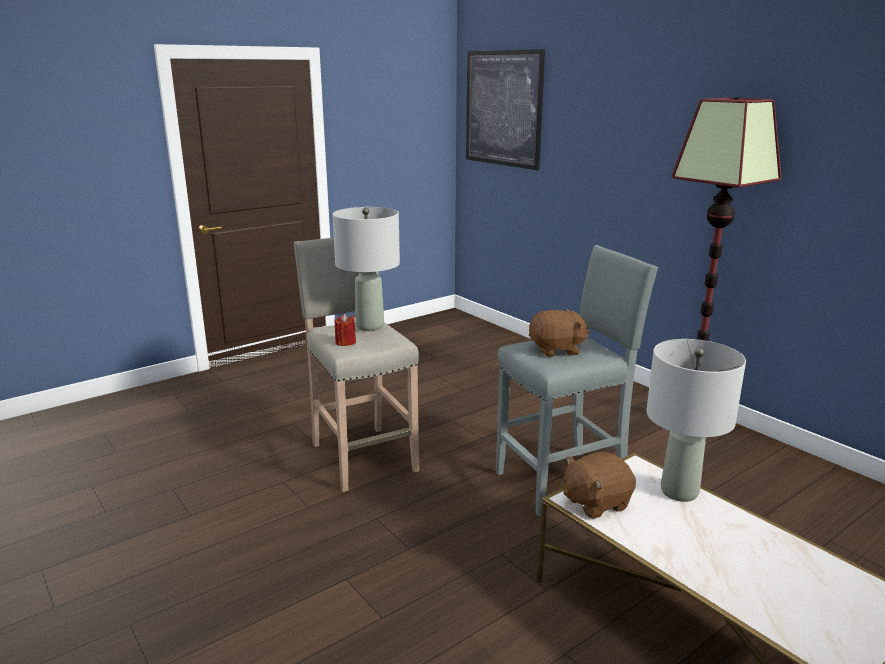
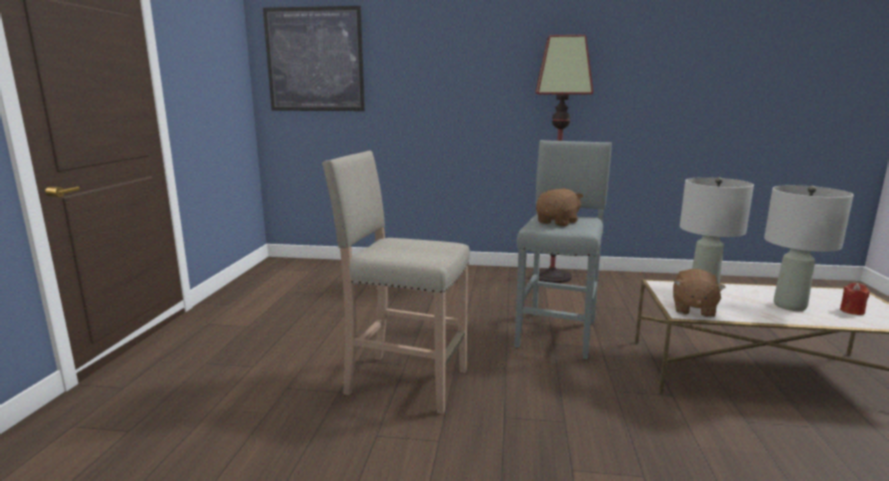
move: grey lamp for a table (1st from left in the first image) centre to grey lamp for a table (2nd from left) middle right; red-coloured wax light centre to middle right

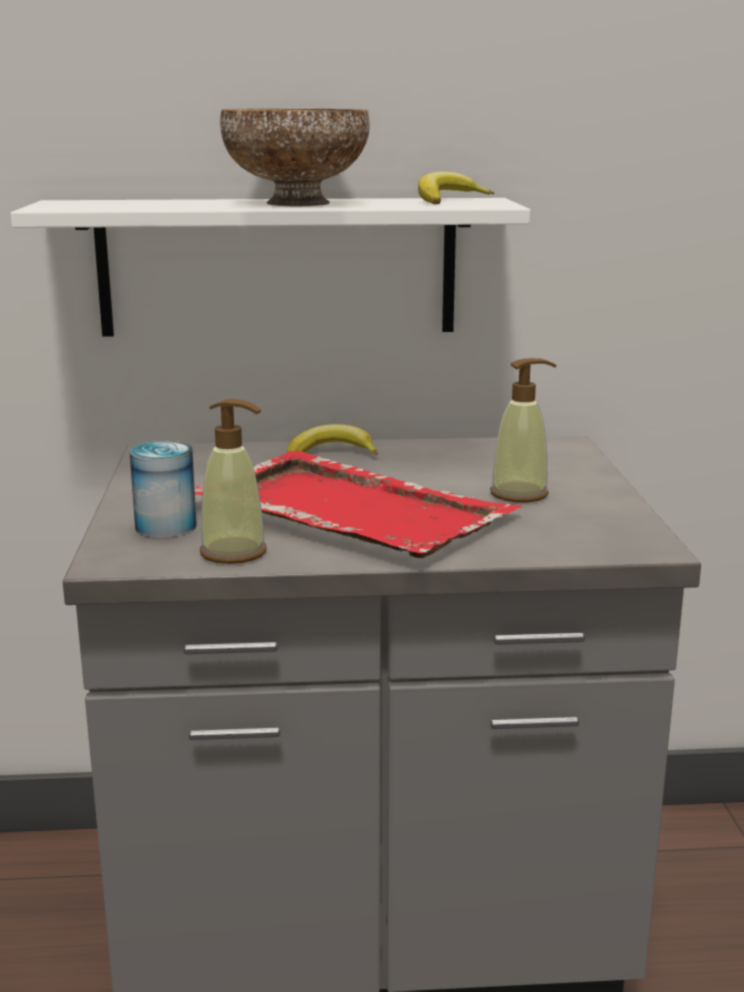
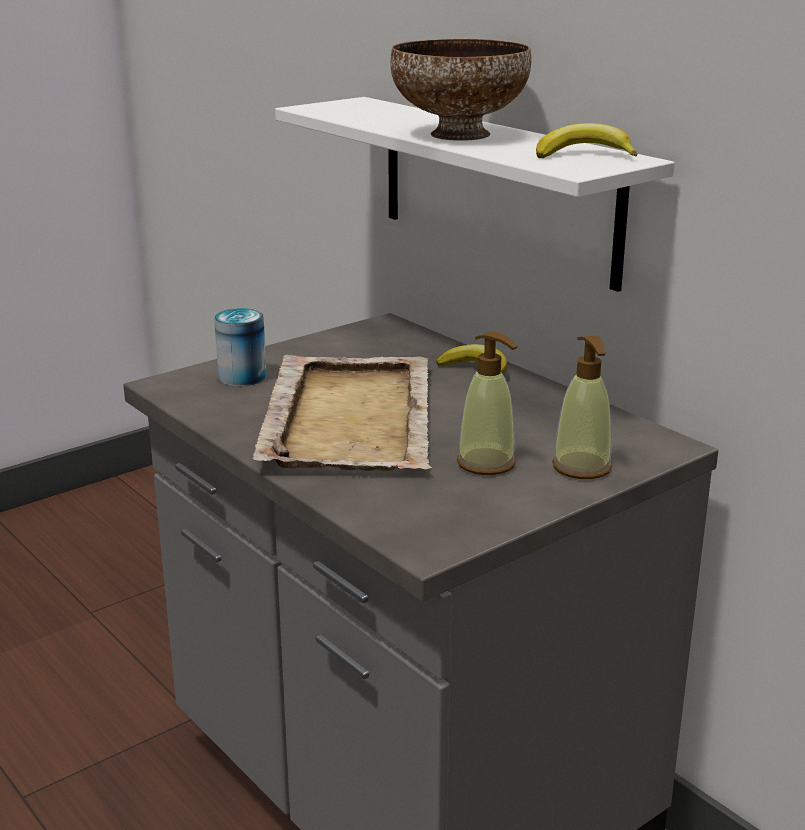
move: soap dispenser (1st from left in the first image) middle left to soap dispenser (2nd from left) middle right
recolor: red-coloured carrying tray centre to beige carrying tray centre

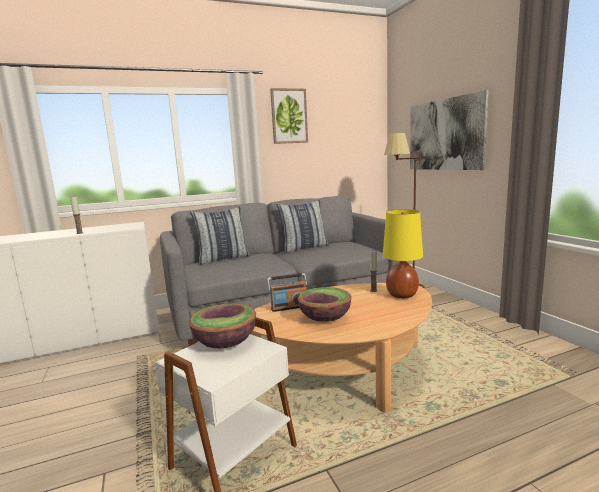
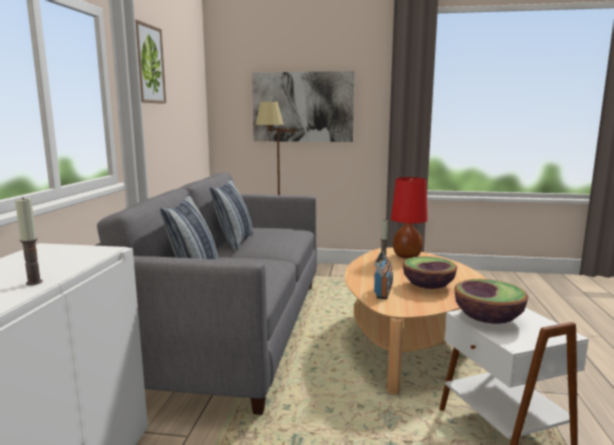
recolor: yellow lamp for a table middle right to red-coloured lamp for a table centre

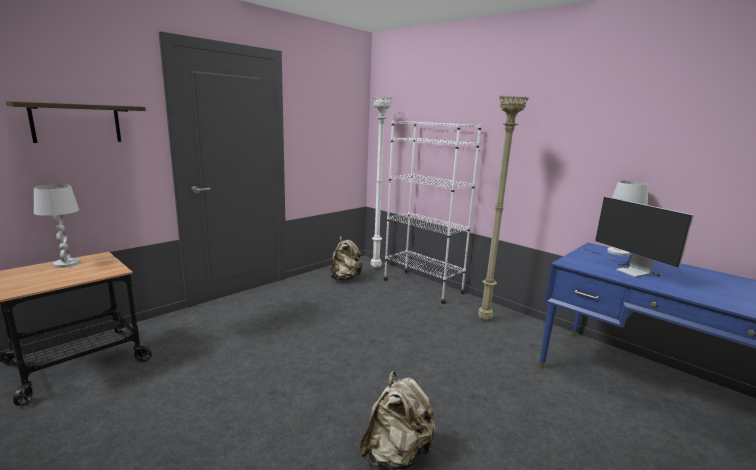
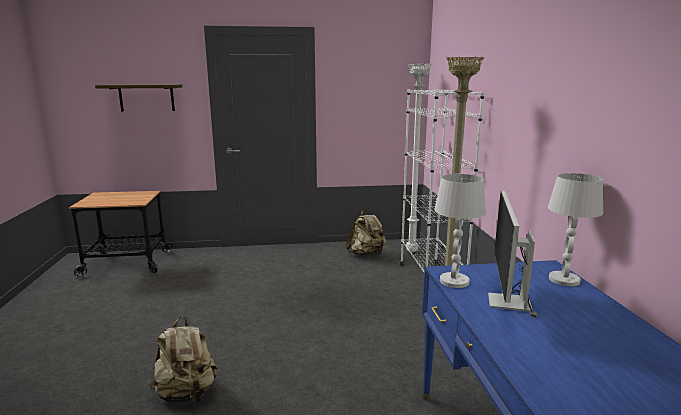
move: white lamp for a table (1st from left) middle left to middle right

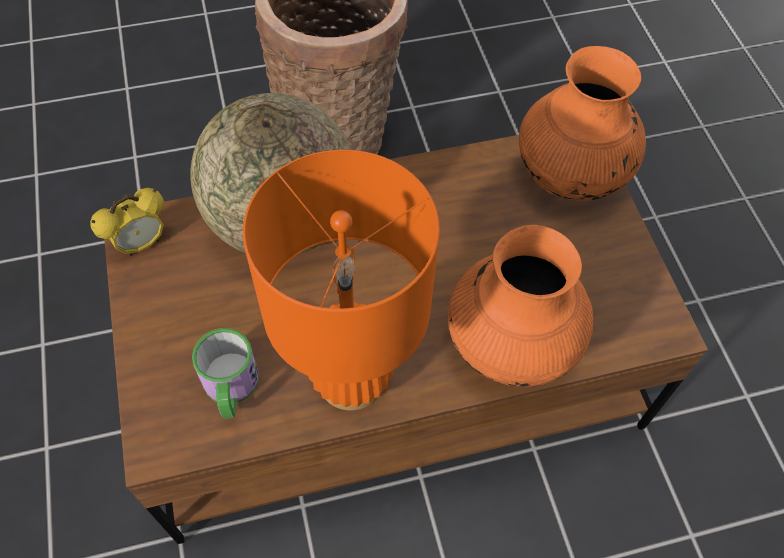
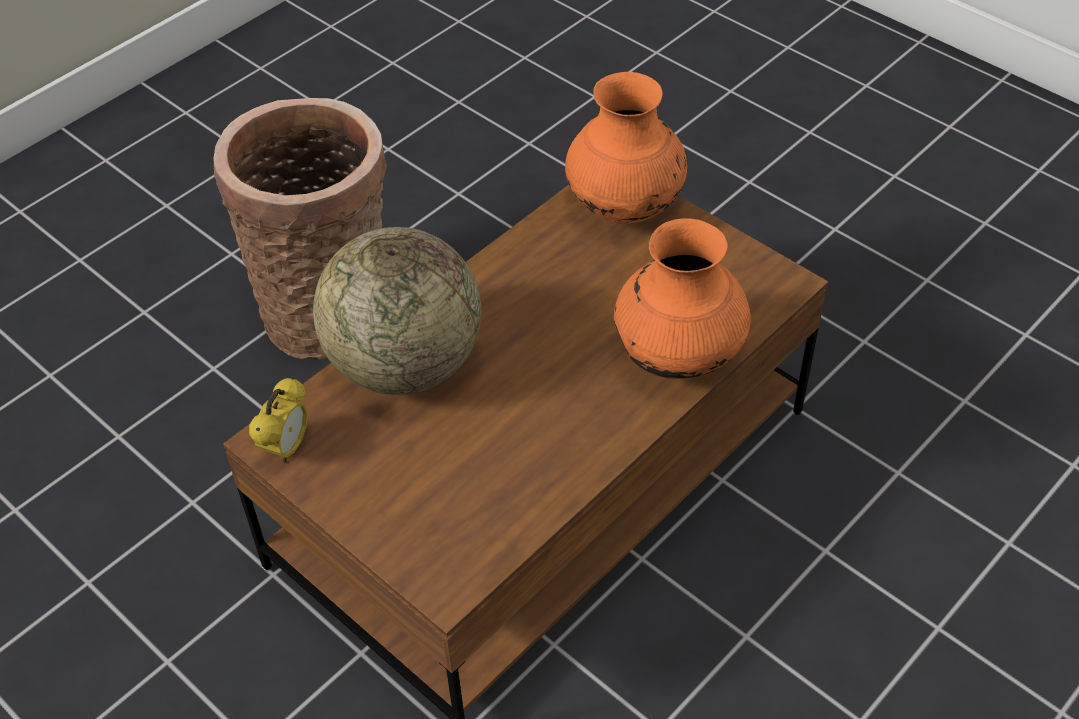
delete: tea mug bottom left; orangey lamp for a table centre

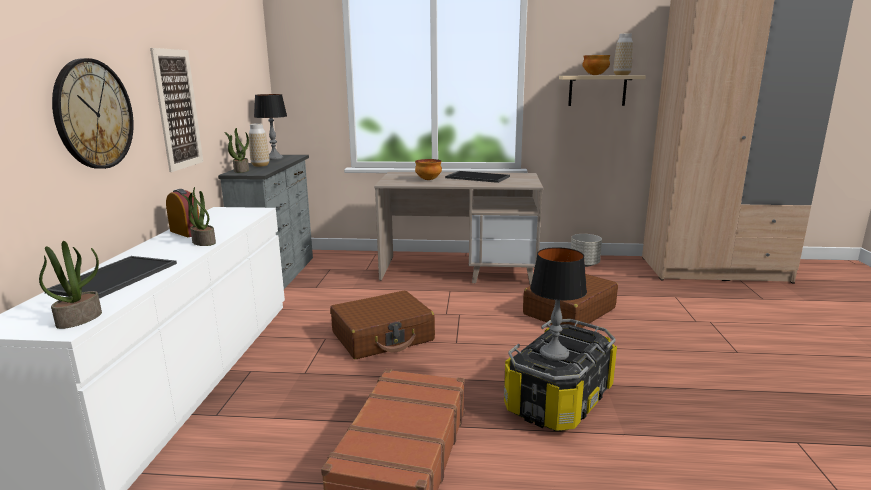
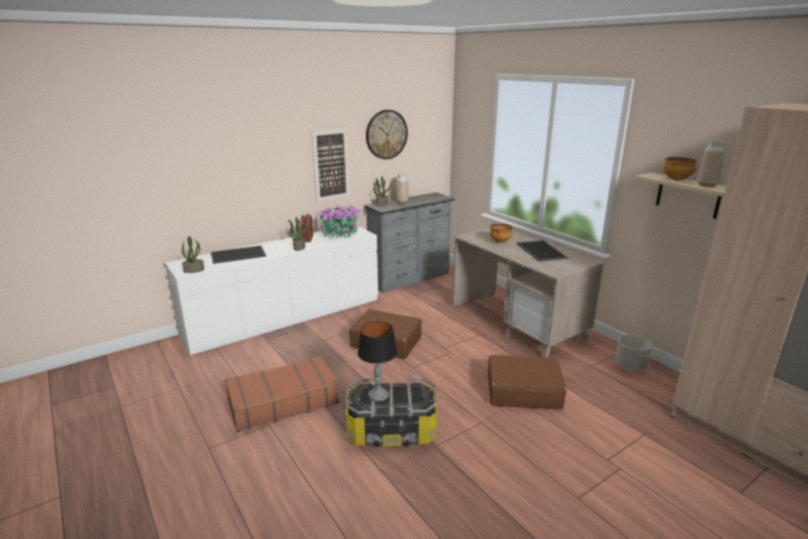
delete: lamp for a table (1st from left) top left
insert: potted plant (3rd from left) centre
move: hanging clock top left to top centre

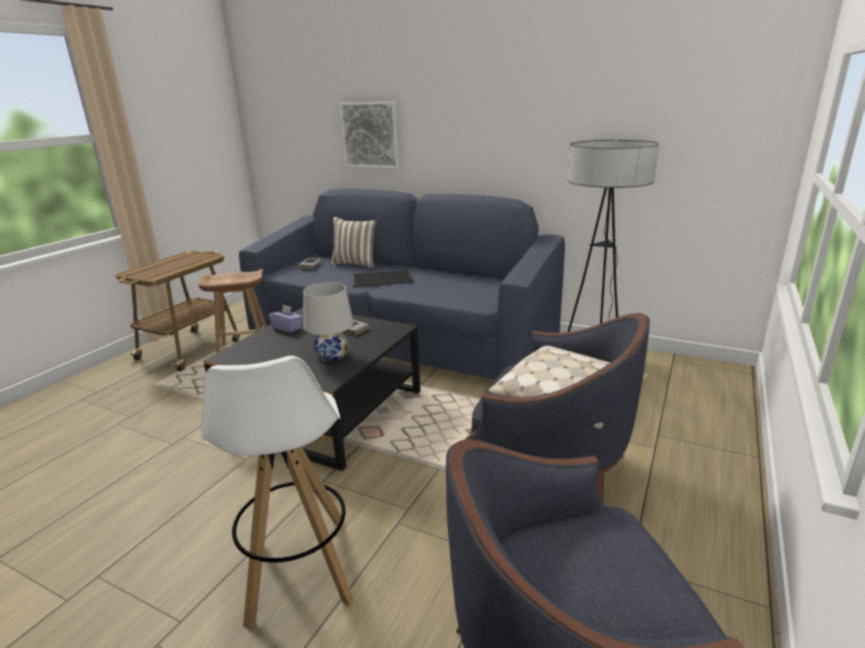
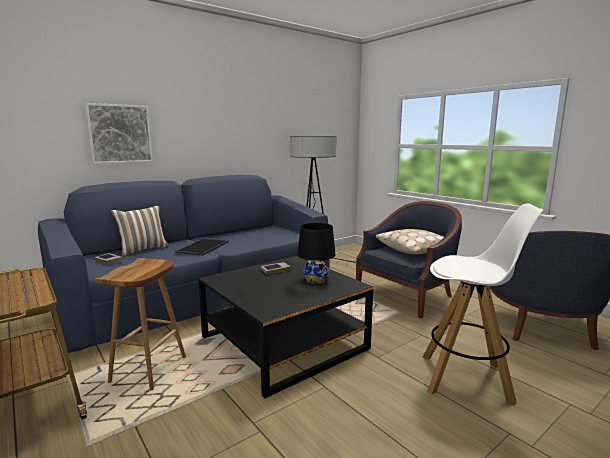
delete: purplish box of tissues middle left
recolor: white lamp for a table centre to black-coloured lamp for a table centre

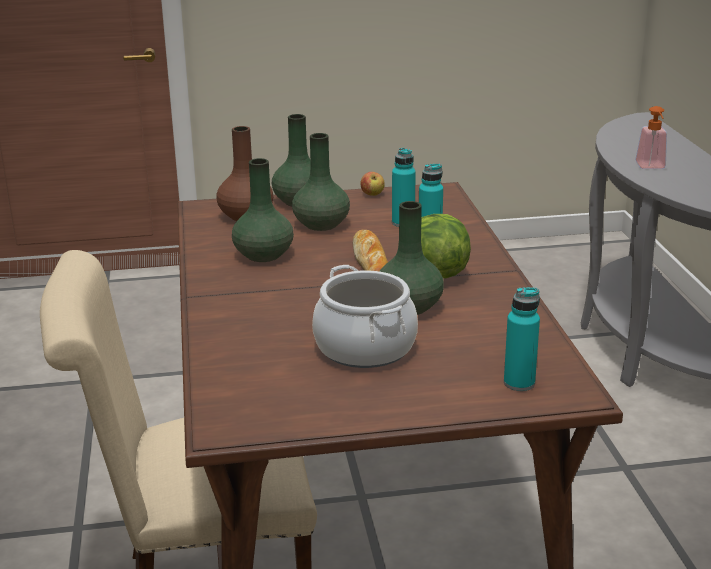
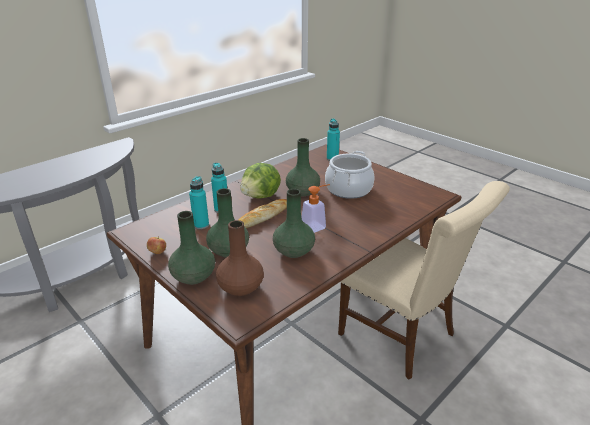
move: soap dispenser top right to centre

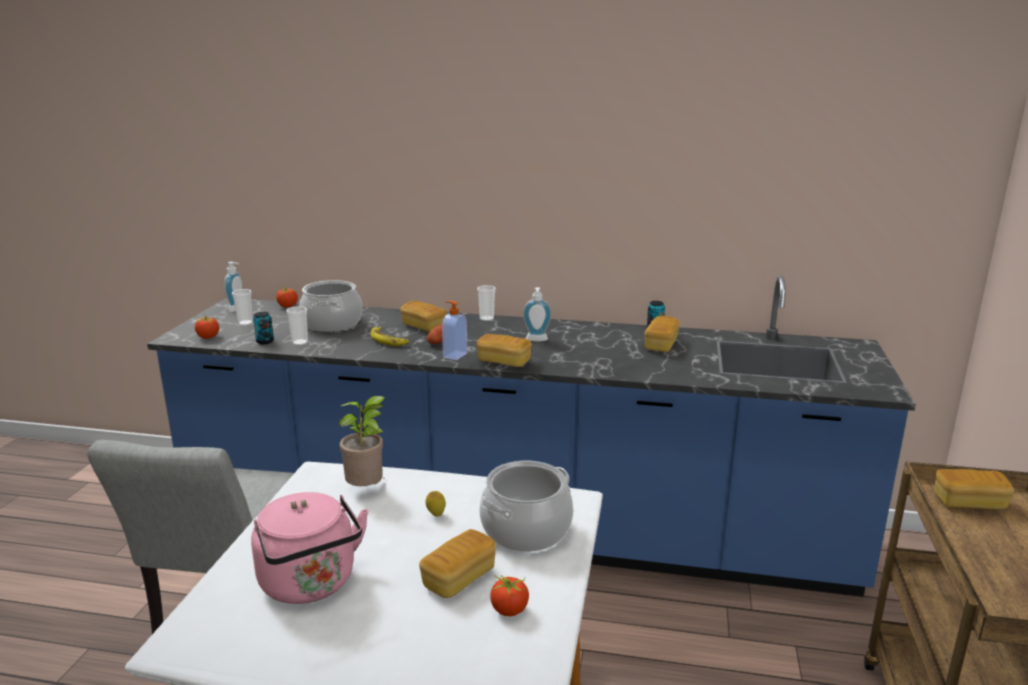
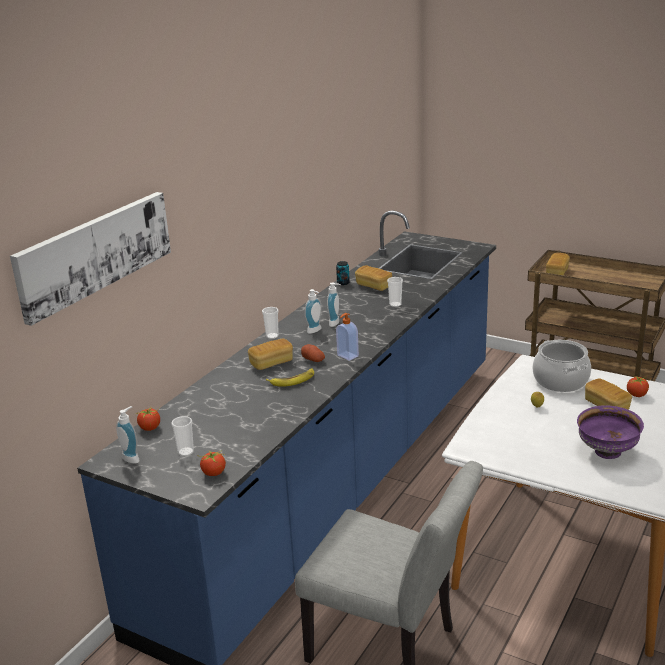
delete: can (1st from left) middle left; saucepot (1st from left) middle left; potted plant centre; baked bread (3rd from left) centre
insert: wall picture middle left; soap dispenser (2nd from left) centre
move: small cup (2nd from left in the first image) middle left to small cup (3rd from left) centre
replace: pink-coloured kettle bottom left to purplish serving bowl middle right

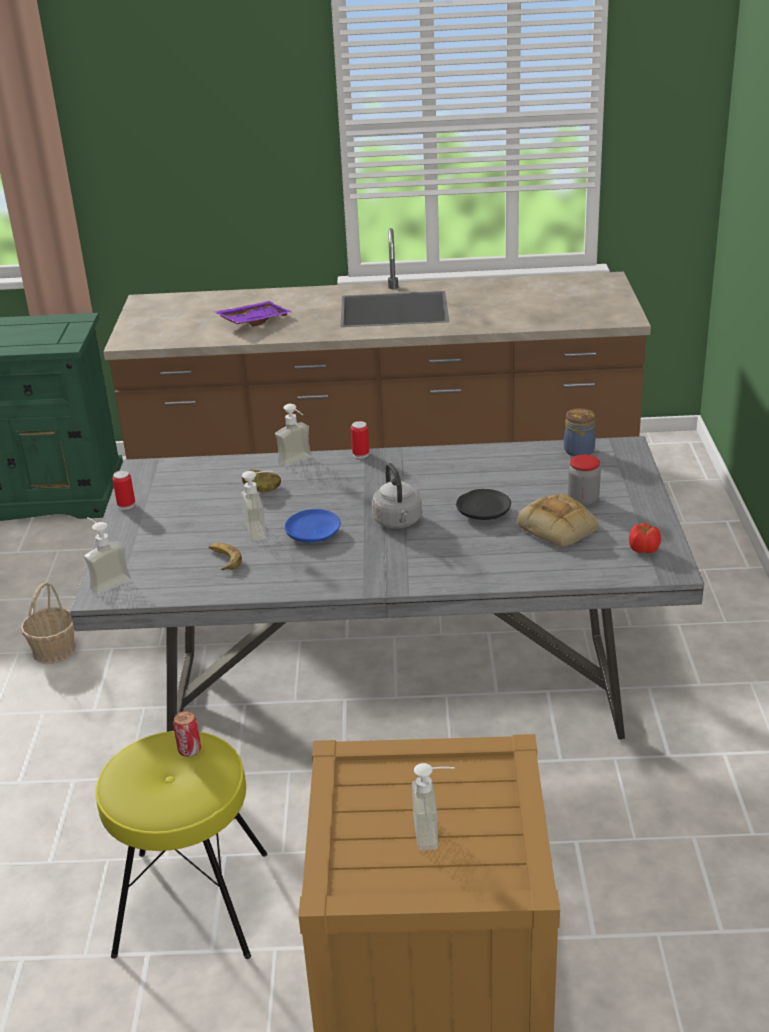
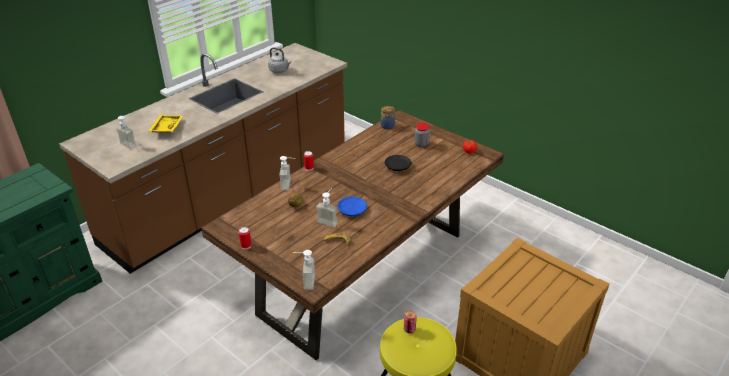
delete: household basket middle left; baked bread middle right
move: grey kettle centre to top centre; soap dispenser (4th from left in the first image) bottom centre to soap dispenser (1st from left) middle left
recolor: grey dining table centre to brown-coloured dining table centre; purplish carrying tray top left to yellow carrying tray top left

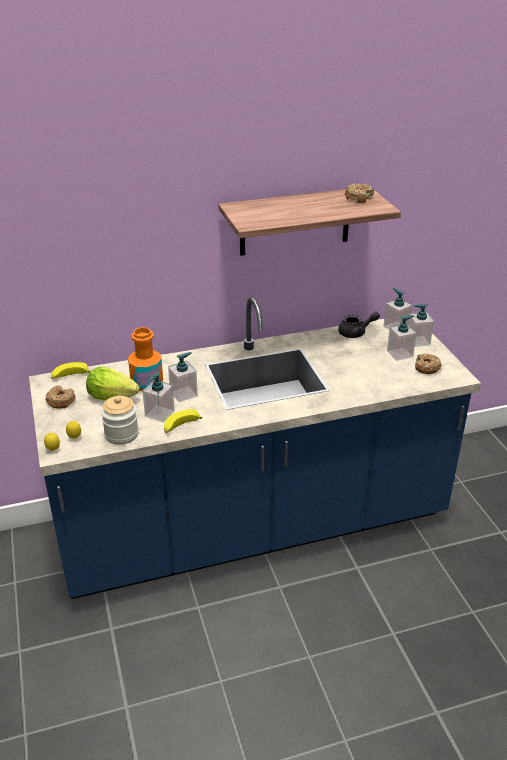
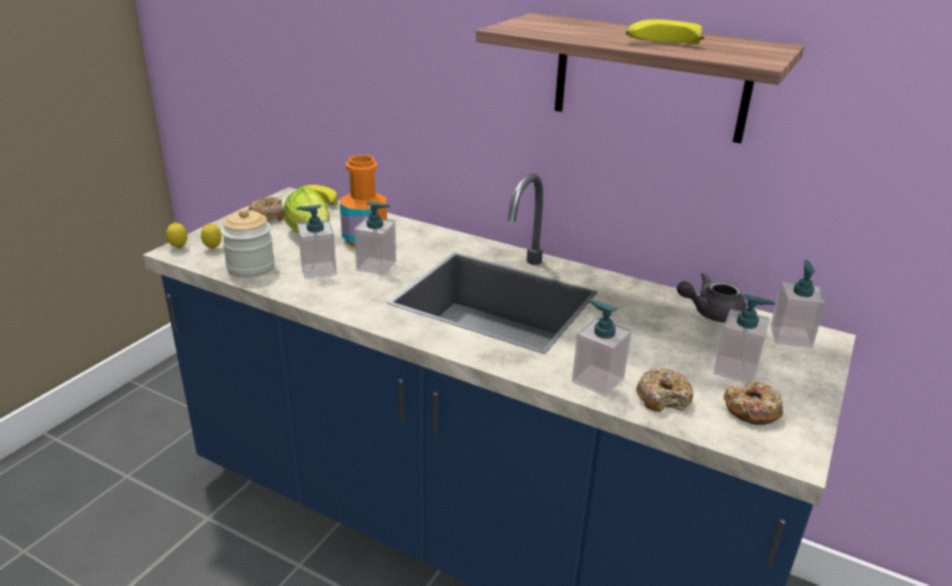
move: banana (2nd from left) centre to top right; doughnut (2nd from left) top right to middle right; soap dispenser (5th from left in the first image) middle right to soap dispenser (3rd from left) centre
rotate: grey pot for tea middle right = middle right 135 degrees clockwise

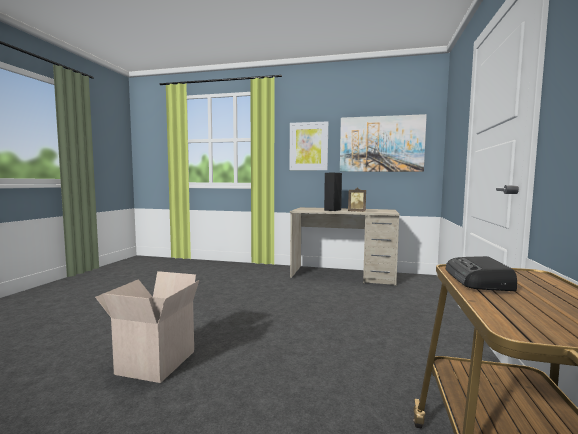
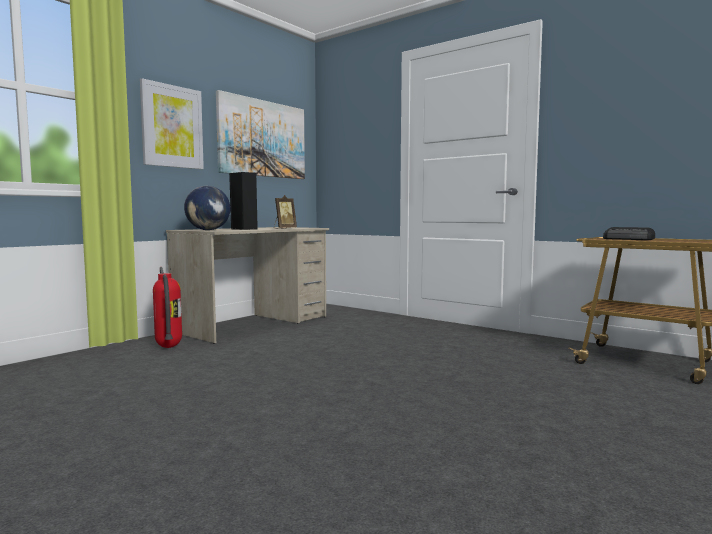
delete: carton bottom left
insert: extinguisher middle left; globe middle left

